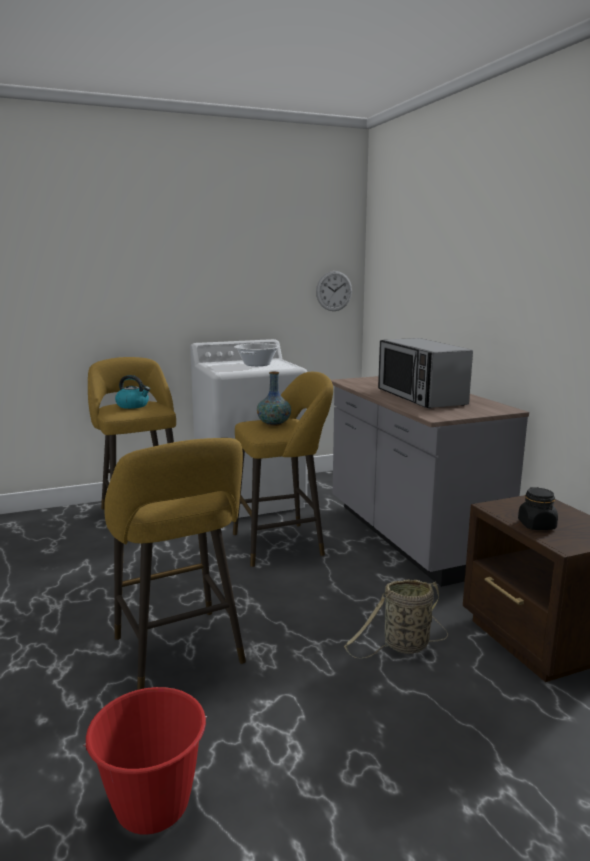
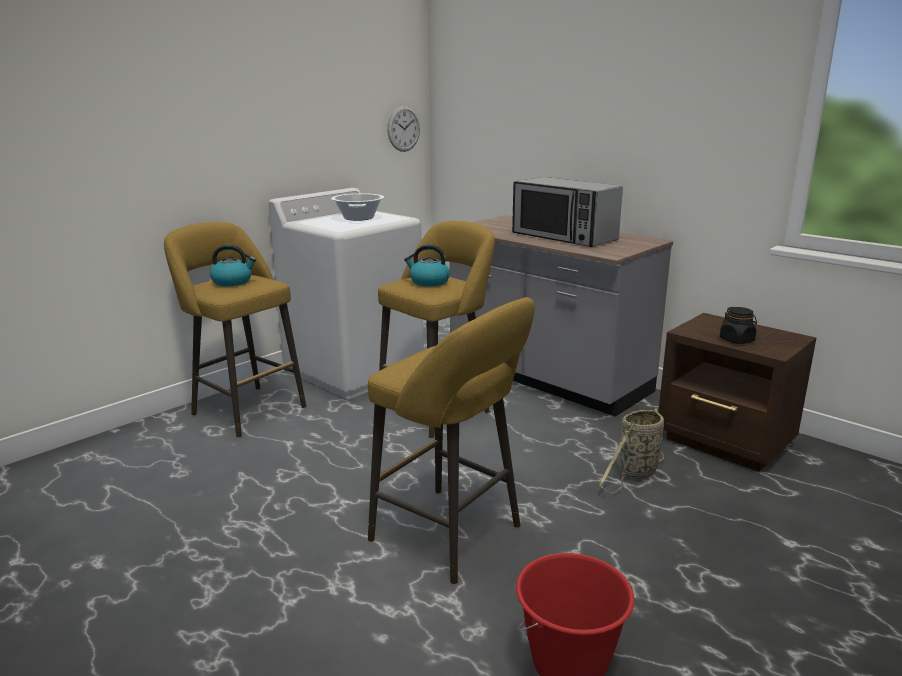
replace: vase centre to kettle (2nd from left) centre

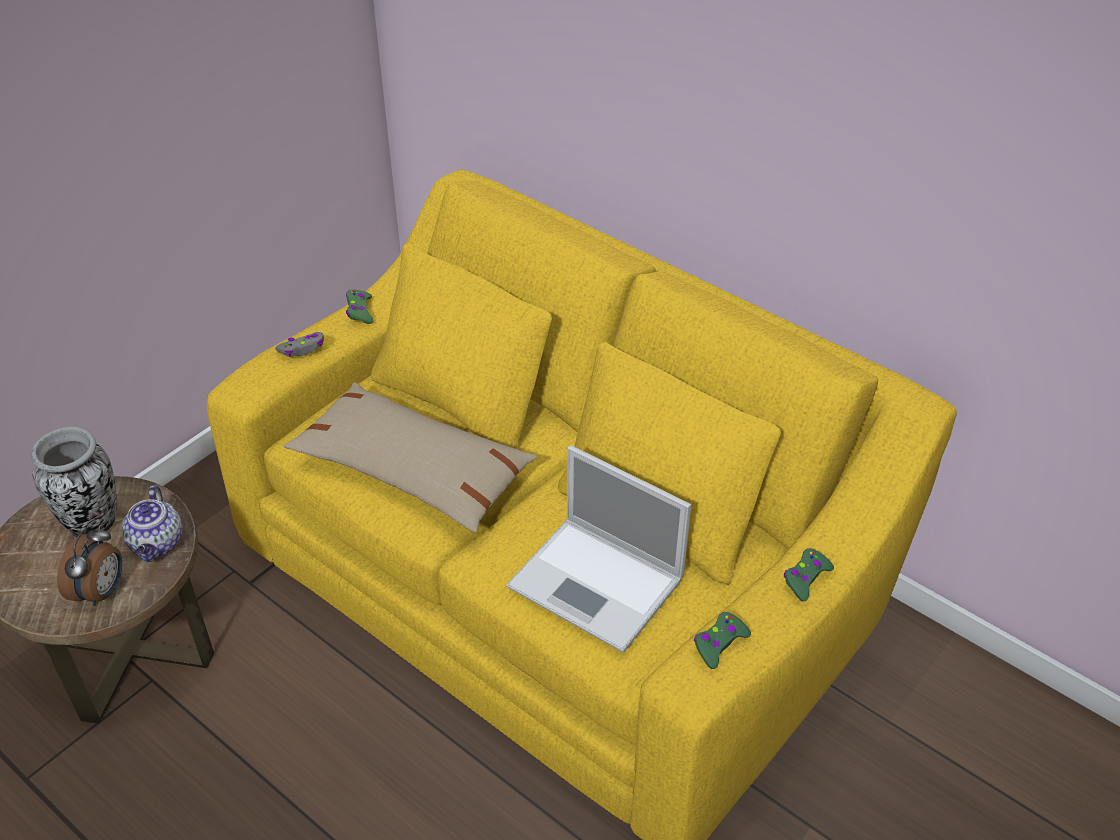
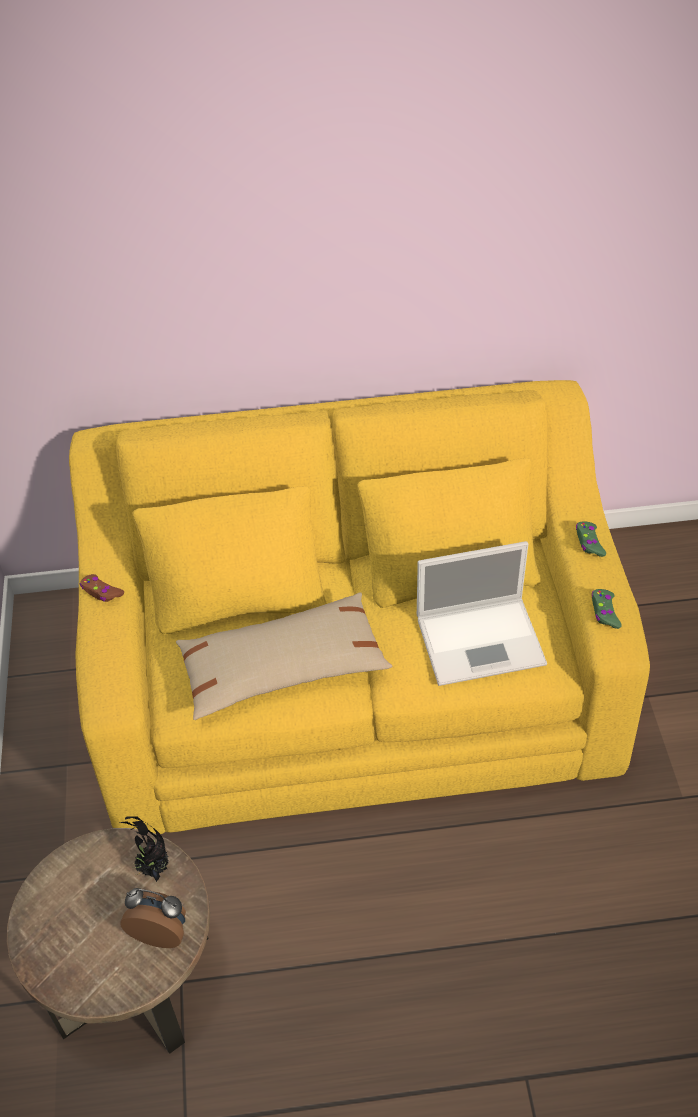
delete: vase middle left; grey gamepad middle left
replace: pot for tea middle left to potted plant bottom left
recolor: green gamepad (1st from left) middle left to brown-coloured gamepad middle left
rotate: alarm clock bottom left = bottom left 45 degrees counterclockwise

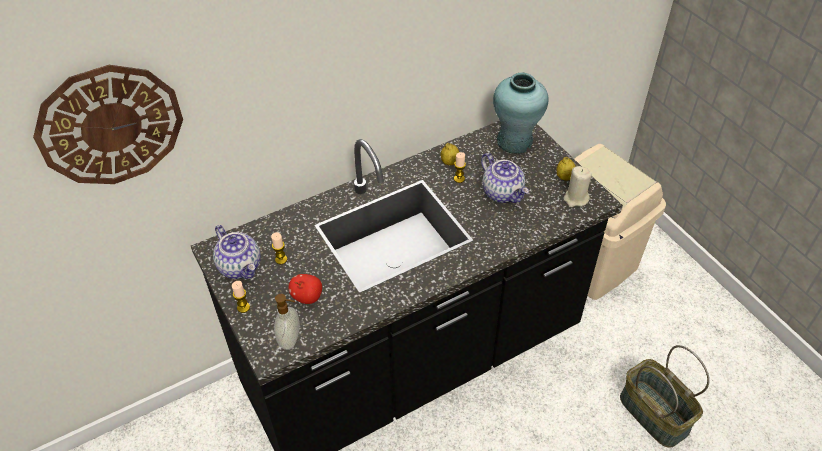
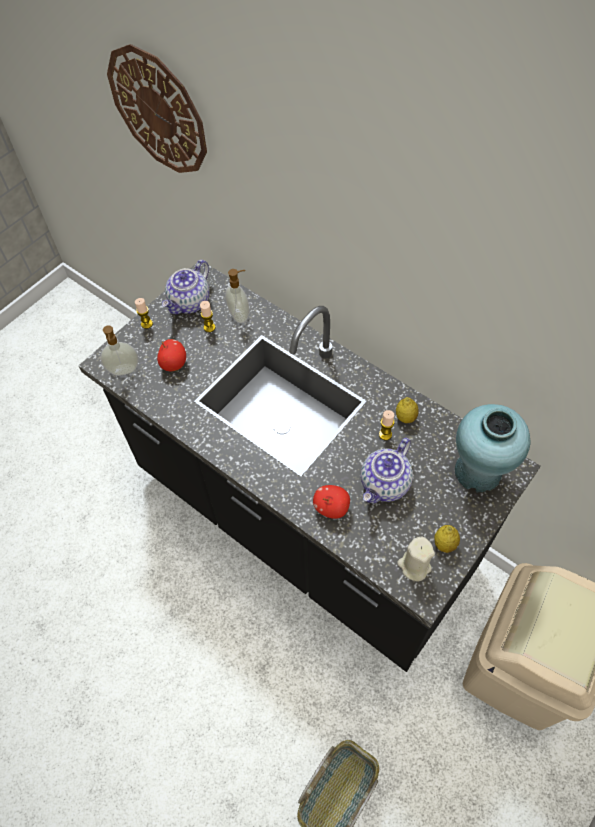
insert: soap dispenser (2nd from left) centre; whole apple (2nd from left) centre

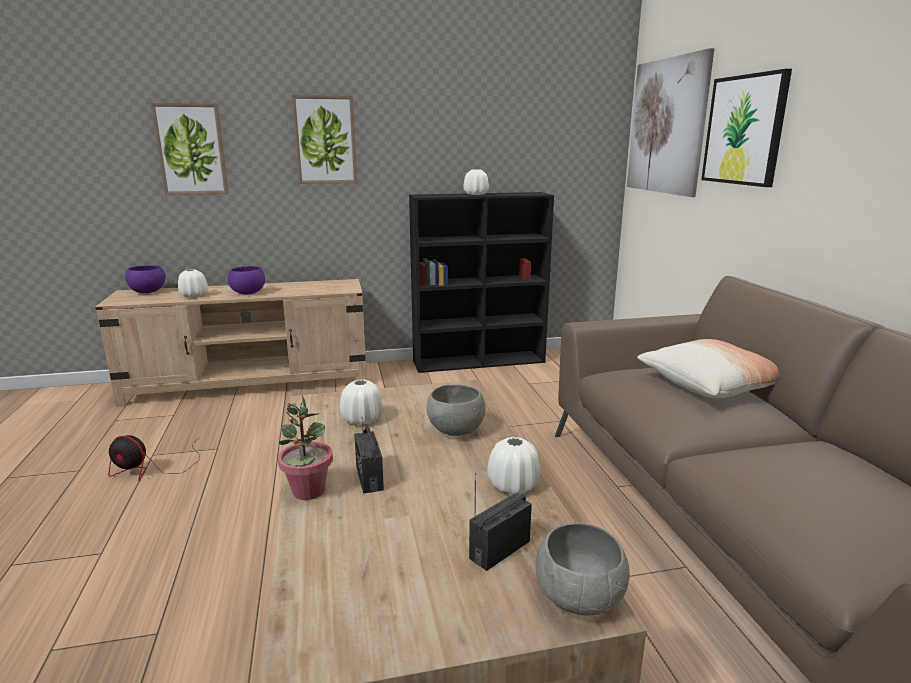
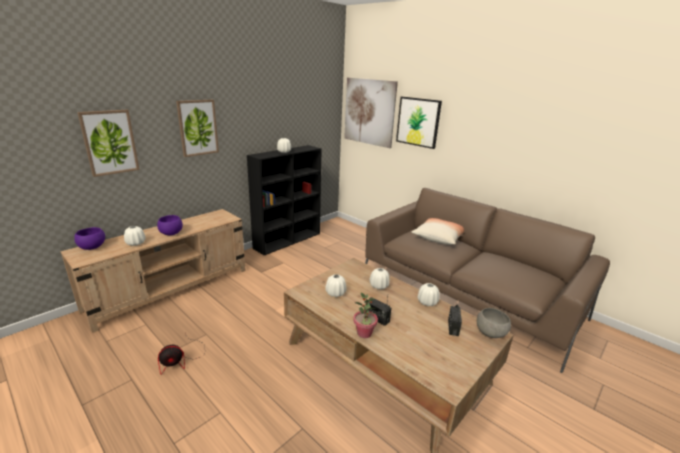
replace: grey serving bowl (1st from left) centre to white vase (4th from left) centre

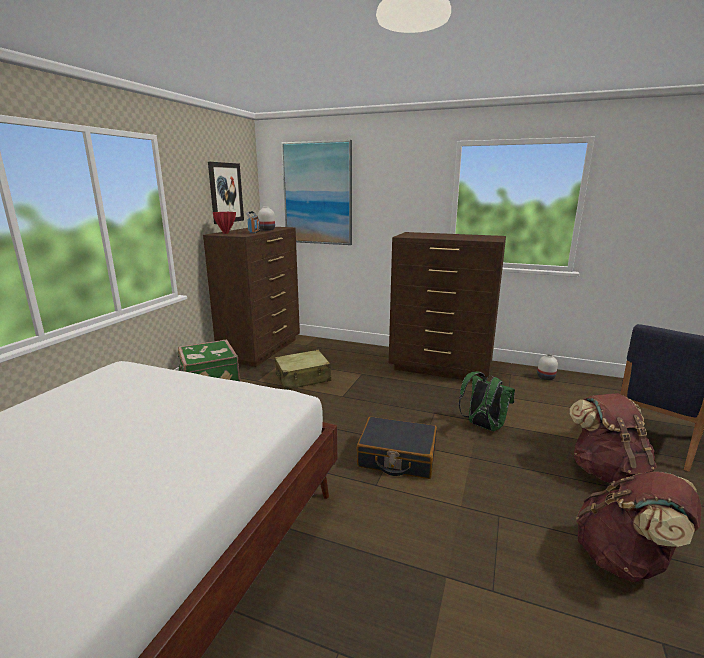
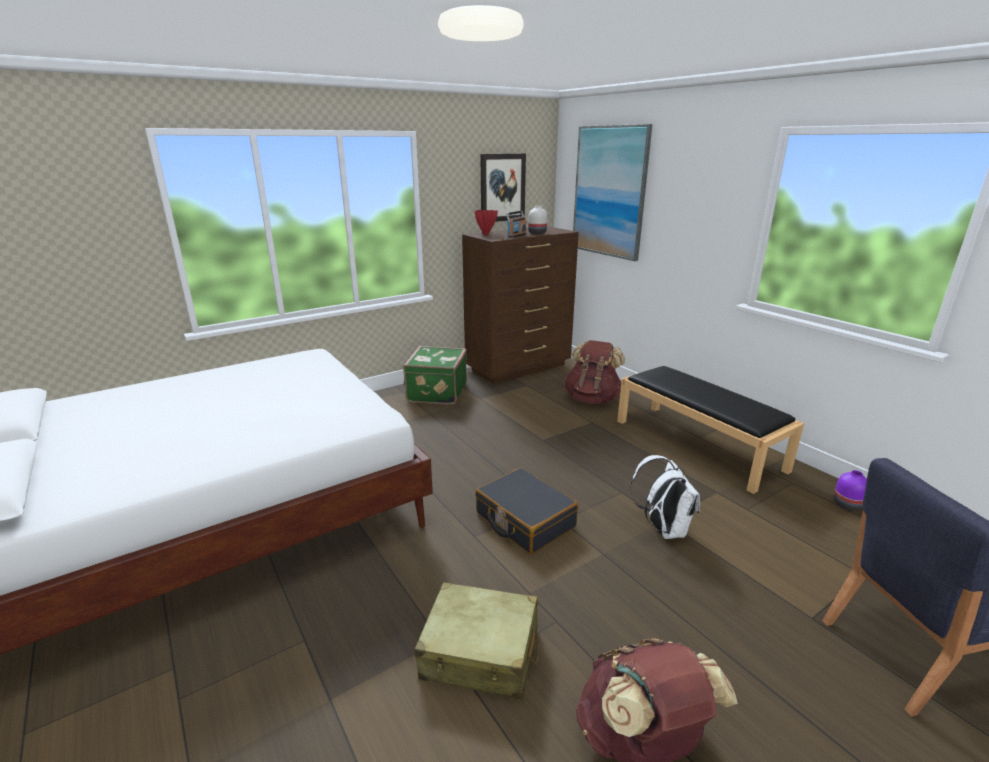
move: beige travel case centre to bottom centre; brown-coloured backpack (1st from left) bottom right to centre
replace: brown-coloured chest of drawers (2nd from left) centre to black-coloured bench middle right
recolor: green backpack middle right to white backpack middle right; white vase (2nd from left) middle right to purplish vase middle right

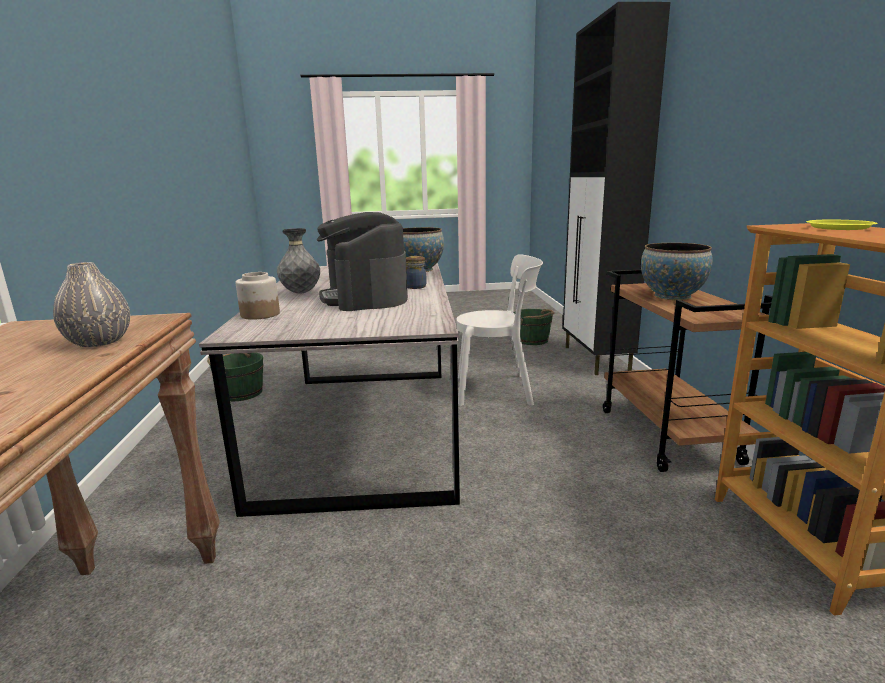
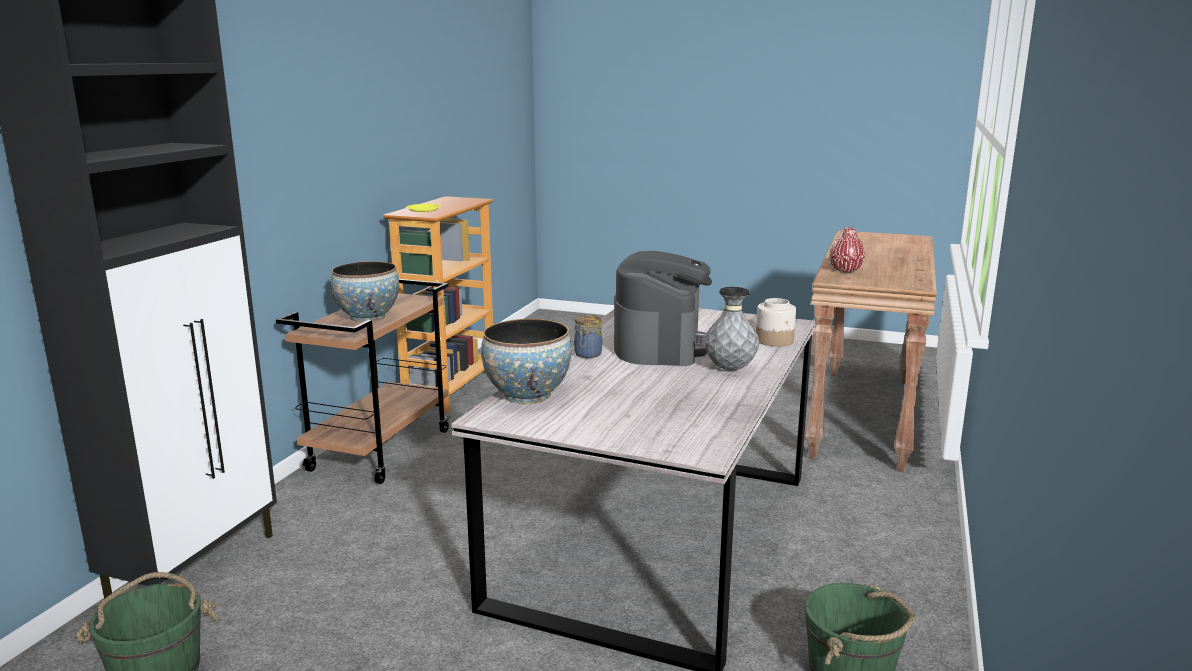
delete: white upright chair centre
recolor: grey vase (1st from left) middle left to red-coloured vase middle right

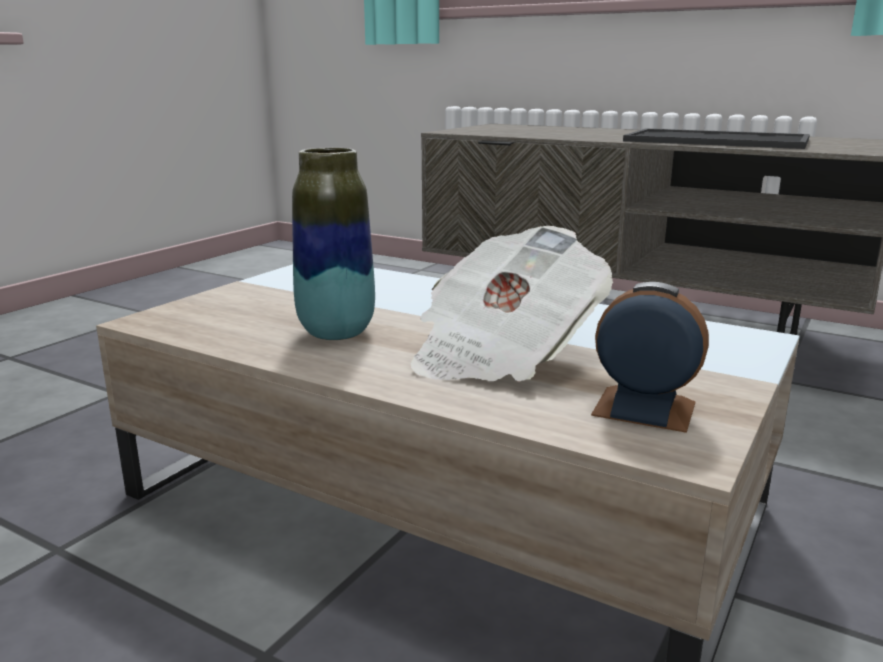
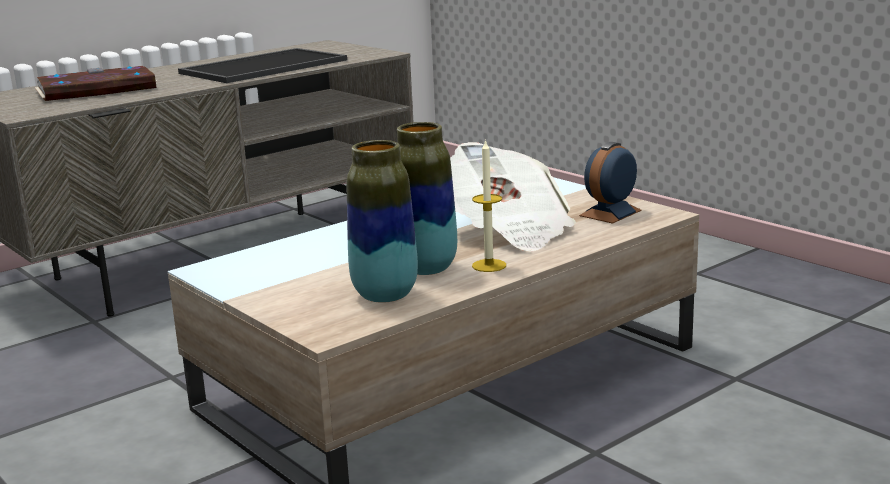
insert: bound book top left; vase (1st from left) centre; wax light centre

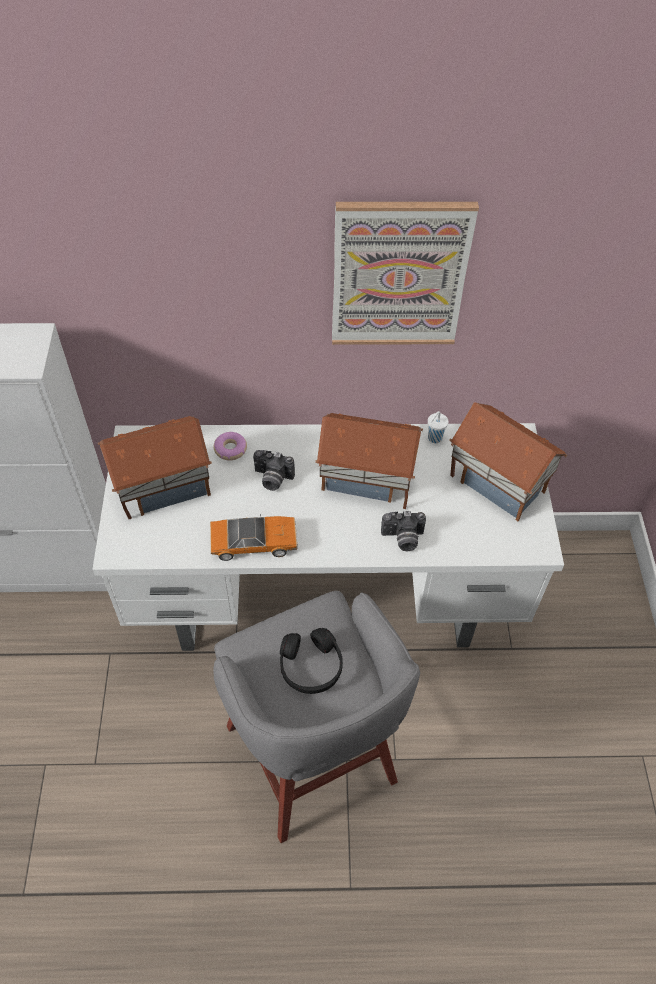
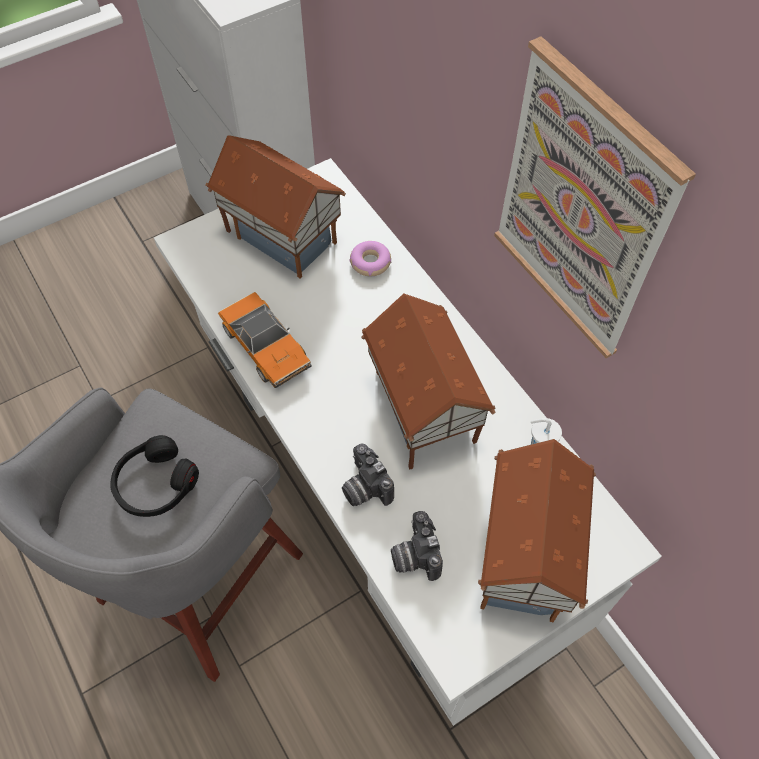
move: photo camera (1st from left in the first image) centre to photo camera (2nd from left) bottom centre

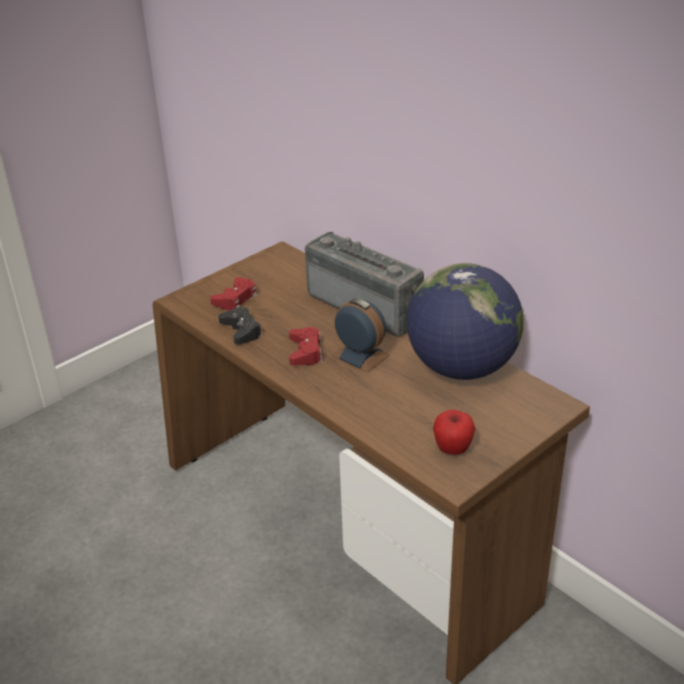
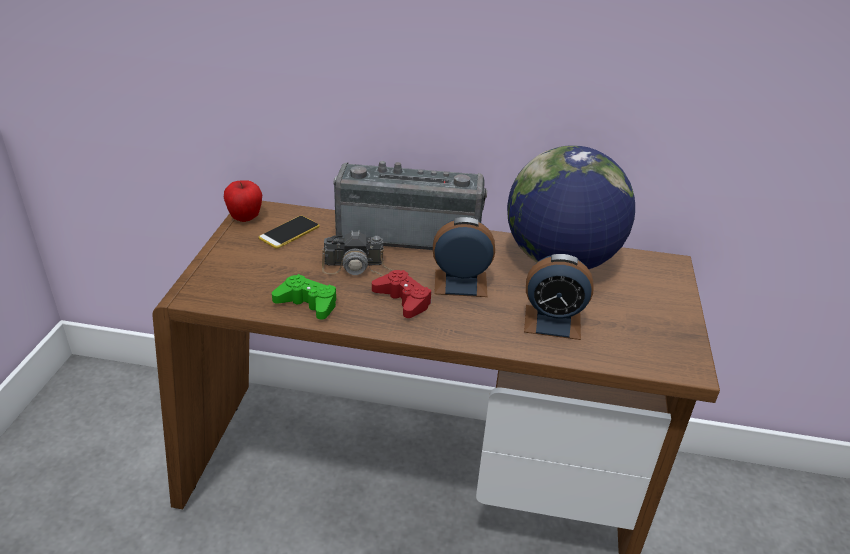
delete: red-coloured gamepad (1st from left) centre
insert: handset centre; photo camera centre; alarm clock (2nd from left) centre
move: whole apple centre to middle left
recolor: black-coloured gamepad centre to green gamepad centre

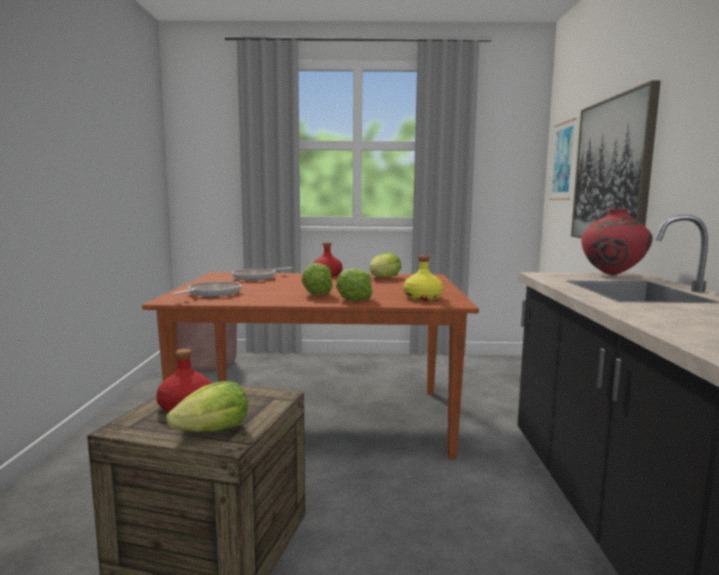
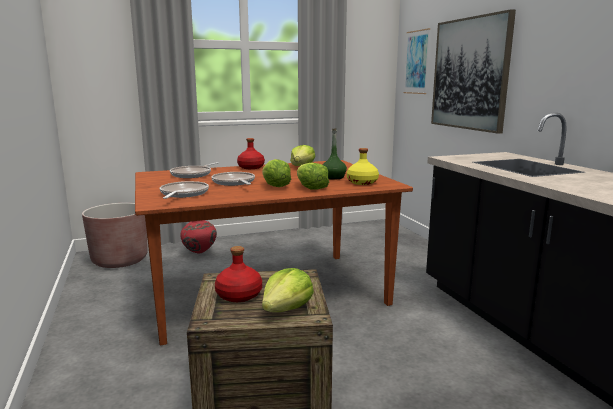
insert: pan (3rd from left) centre; green drink bottle centre
move: red-coloured vase middle right to middle left

